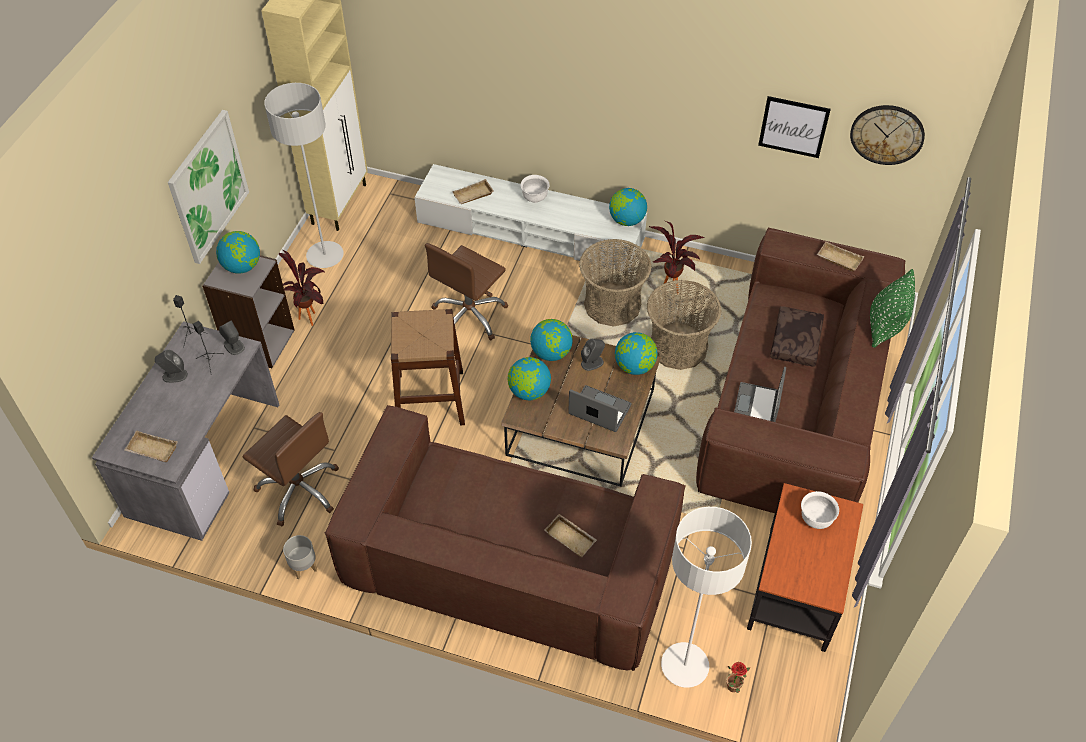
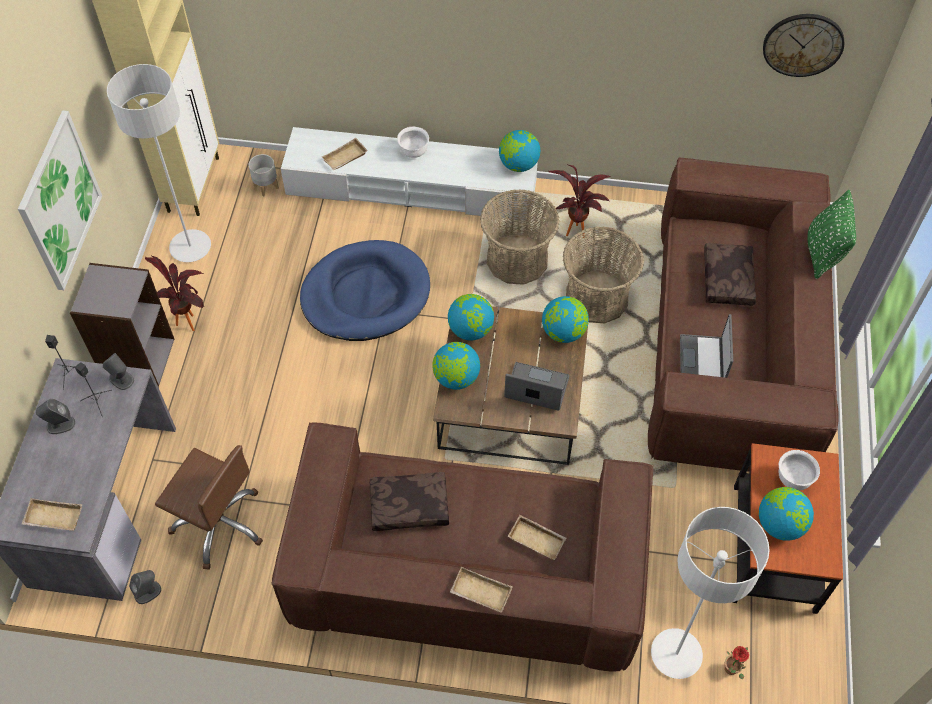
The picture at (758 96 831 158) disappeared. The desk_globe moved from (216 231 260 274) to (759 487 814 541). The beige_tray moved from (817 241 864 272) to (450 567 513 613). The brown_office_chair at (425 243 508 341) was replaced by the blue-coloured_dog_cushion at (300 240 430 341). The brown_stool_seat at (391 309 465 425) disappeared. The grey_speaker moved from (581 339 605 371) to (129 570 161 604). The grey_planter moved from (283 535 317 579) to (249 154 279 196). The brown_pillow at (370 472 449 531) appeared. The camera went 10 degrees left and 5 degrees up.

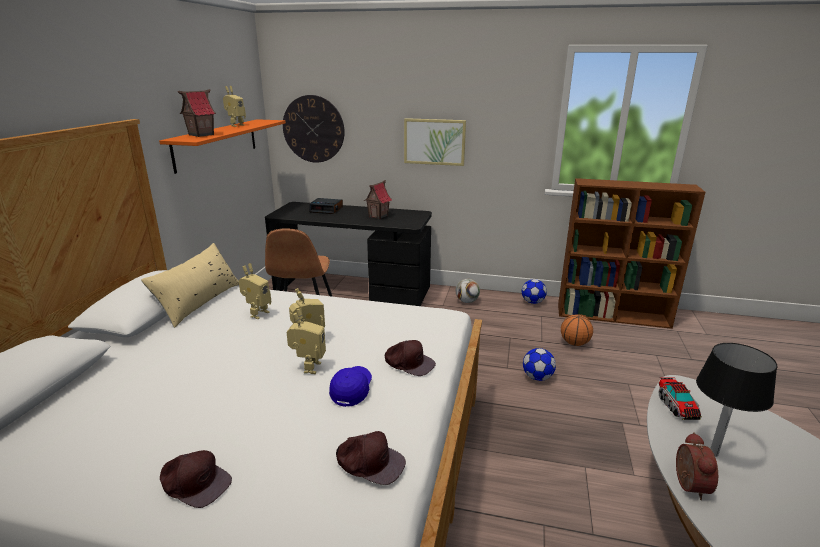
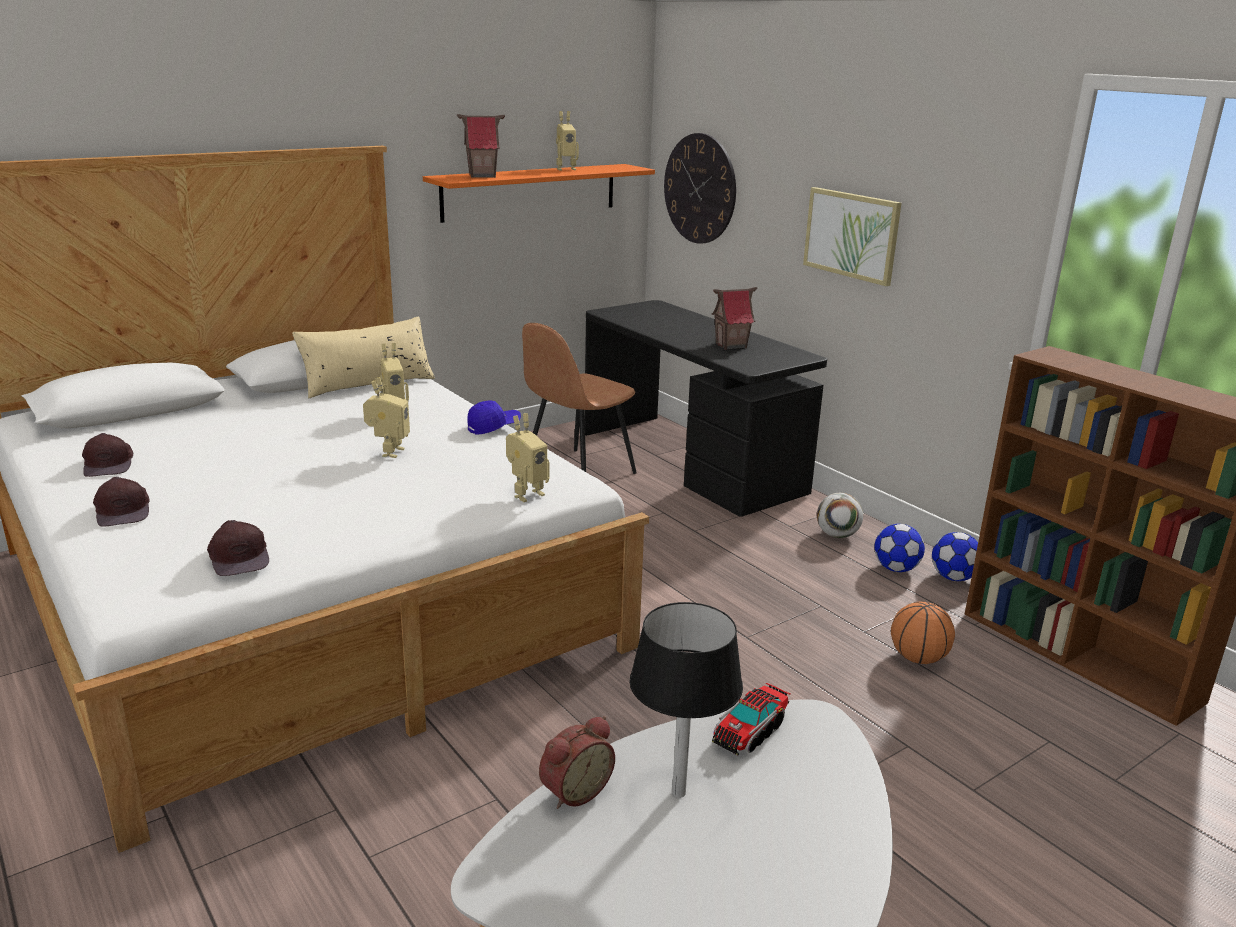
The table_clock at (309 198 343 214) disappeared. The model_robot moved from (286 309 326 374) to (506 413 550 502). The brown_baseball_cap moved from (385 340 436 376) to (82 433 133 477). The ball_for_football moved from (523 348 556 381) to (874 524 925 572). The blue-coloured_baseball_cap moved from (329 366 372 407) to (467 400 521 435). The camera went 40 degrees right and 0 degrees up.

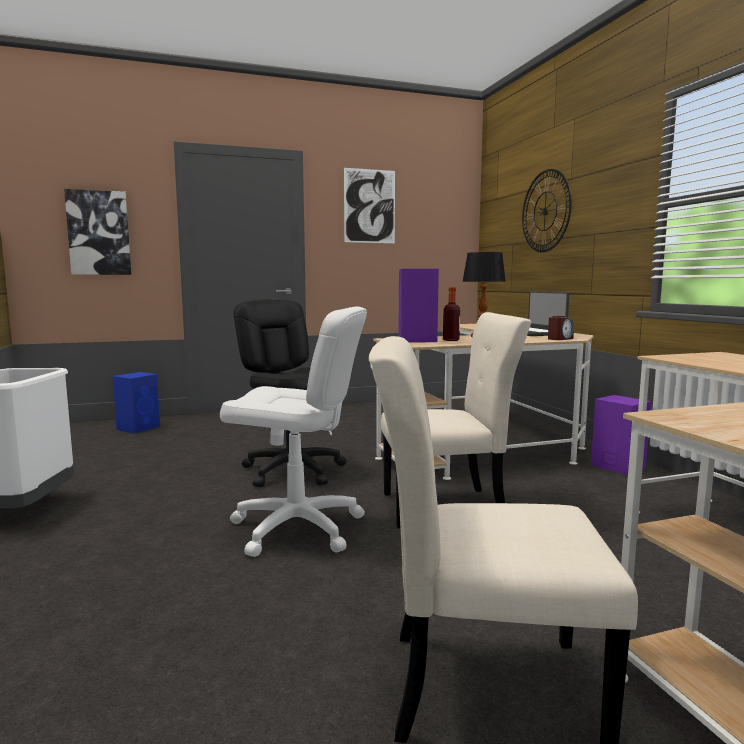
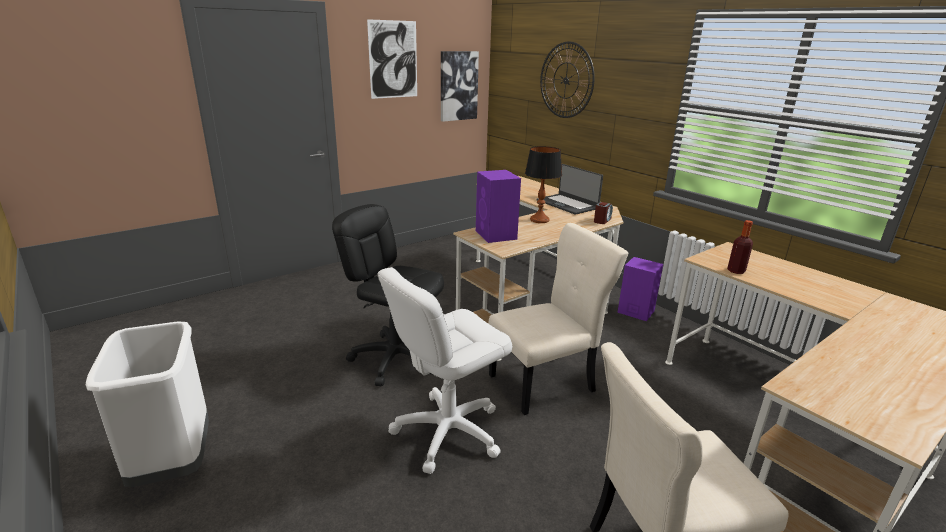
The picture moved from (64 189 131 275) to (441 51 479 122). The drink_bottle moved from (443 287 460 341) to (727 220 753 274). The white-coloured_office_chair at (220 307 367 557) turned 150 degrees clockwise. The blue-coloured_speaker at (113 372 160 434) disappeared. The camera went 20 degrees left and 15 degrees up.

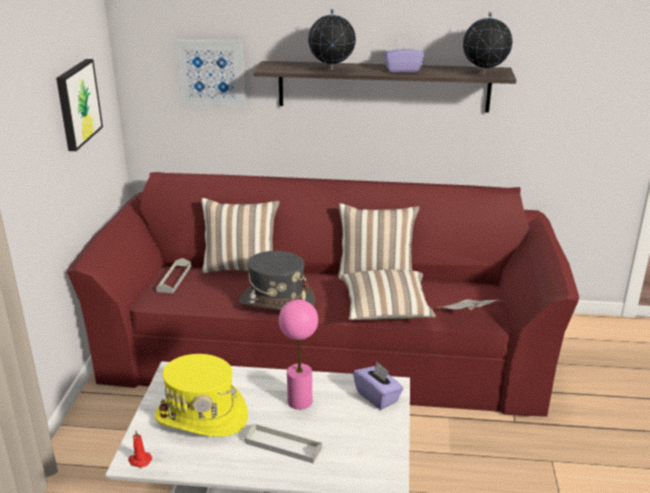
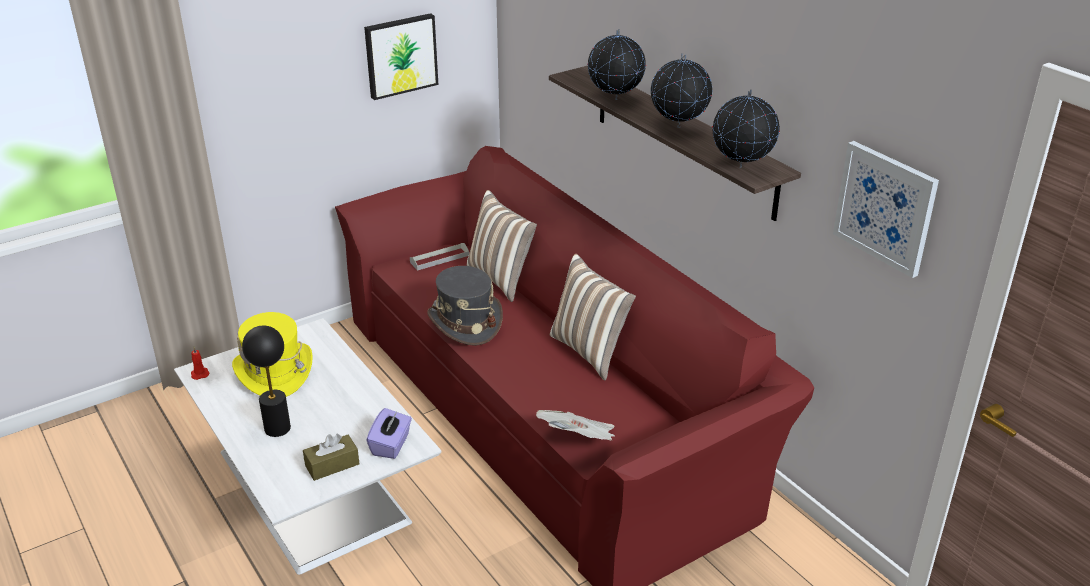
The picture moved from (175 39 246 108) to (833 141 939 278). The purple-coloured_tissue_holder at (383 39 424 72) was replaced by the desk_globe at (651 53 712 128). The pillow at (341 269 436 320) disappeared. The pink-coloured_tabletop_lamp at (279 299 318 410) disappeared. The grey_tray at (245 423 322 463) was replaced by the black-coloured_tabletop_lamp at (242 326 291 437). The brown_tissue_holder at (303 434 360 481) appeared. The camera went 50 degrees right and 5 degrees up.

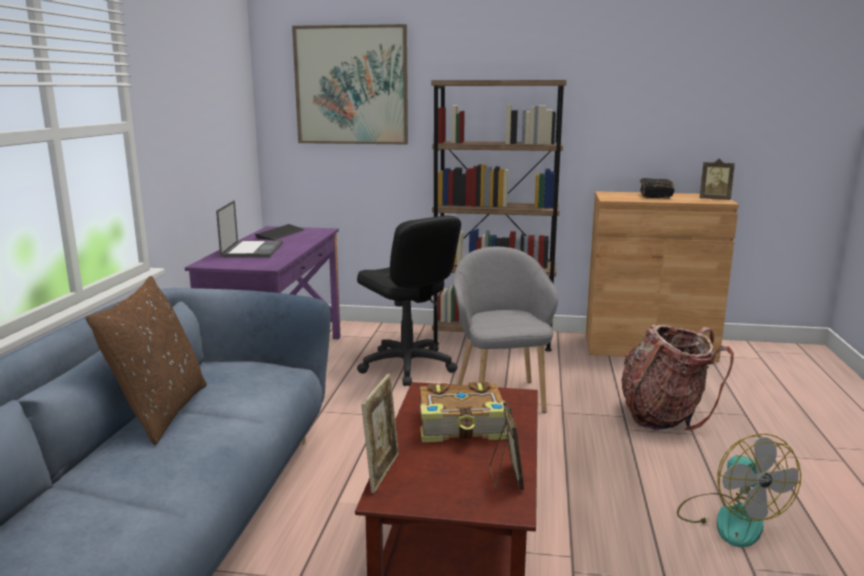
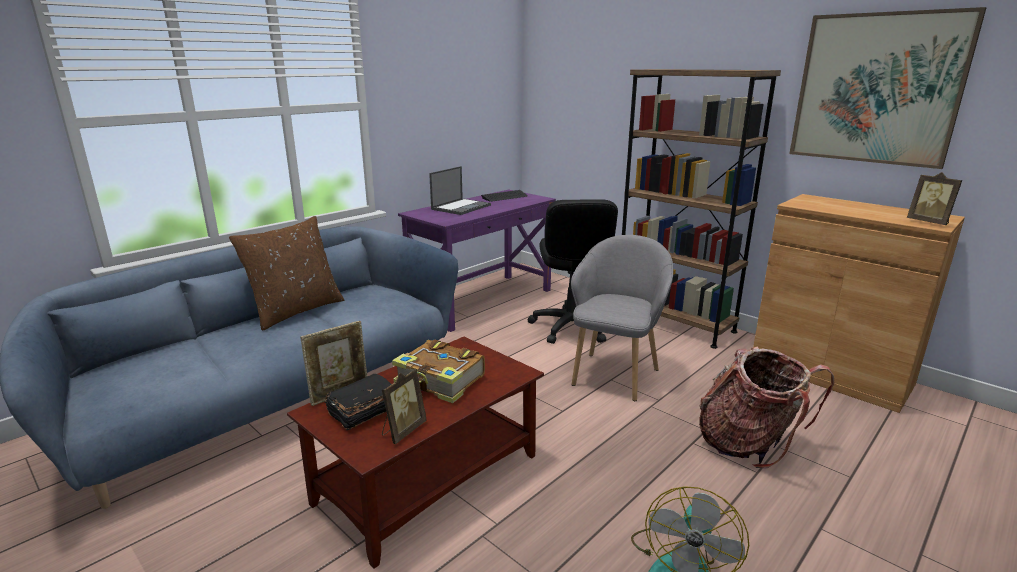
The picture moved from (292 24 408 145) to (789 7 986 169). The black-coloured_bound_book moved from (640 178 675 199) to (325 374 392 430). The camera went 35 degrees right and 5 degrees up.

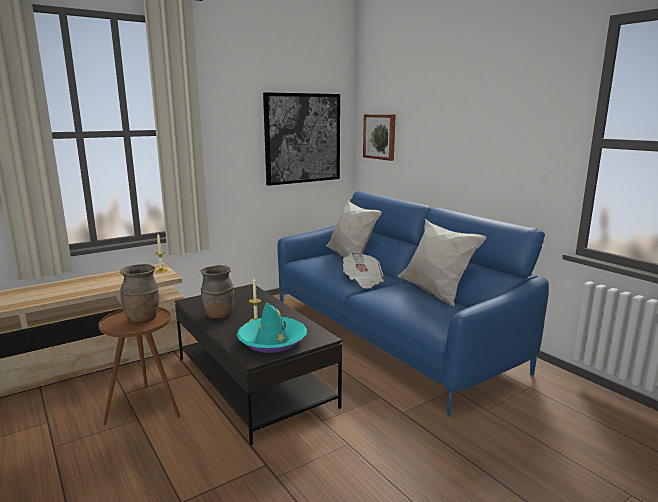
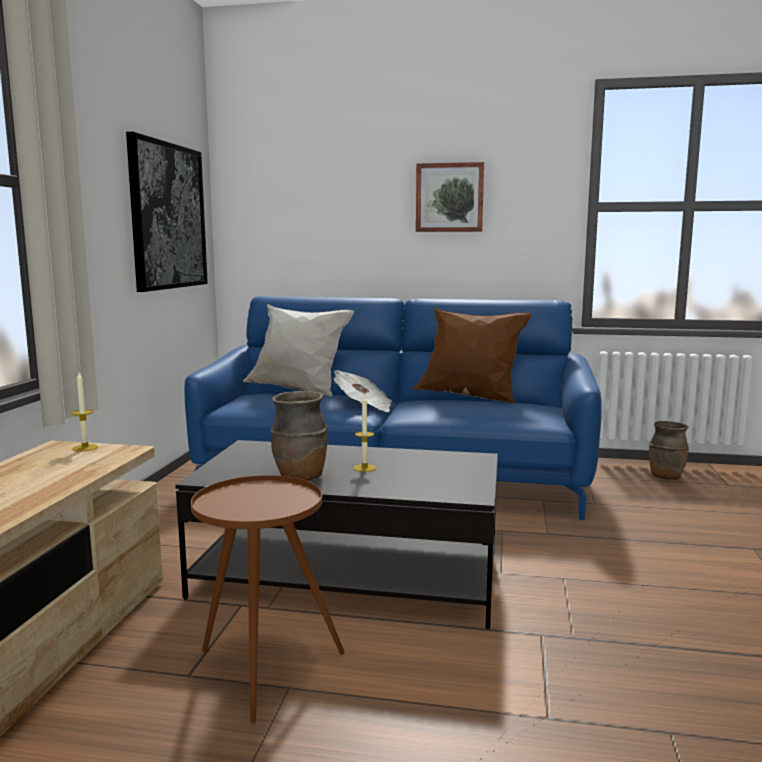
The picture moved from (363 114 396 161) to (416 162 484 232). The white-coloured_pillow at (398 218 487 307) became the brown_pillow at (413 307 532 403). The brown_decorative_vase moved from (120 264 159 323) to (649 421 689 480). The turquoise_clothing_hat at (237 303 307 353) disappeared. The camera went 45 degrees left and 5 degrees down.

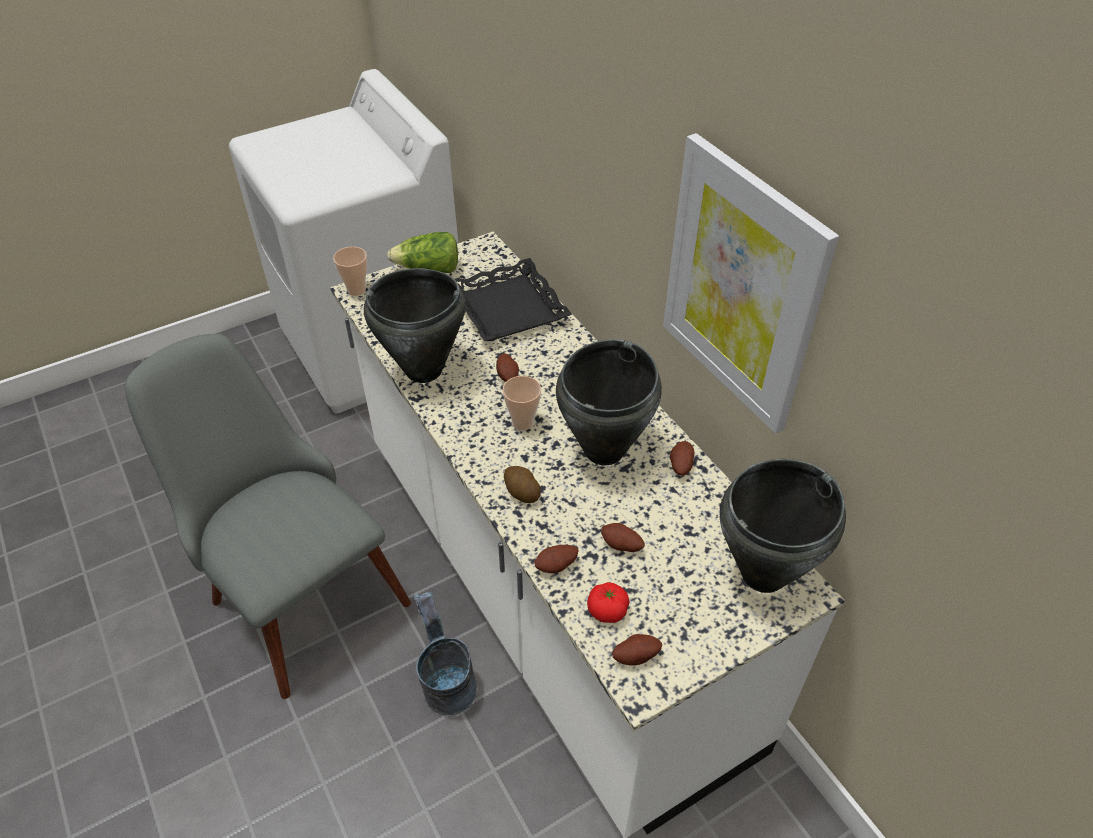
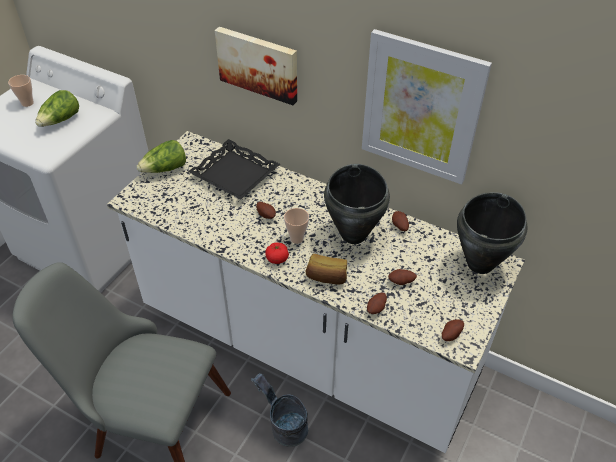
The small_cup moved from (333 247 367 296) to (8 75 34 107). The black-coloured_stockpot at (364 268 466 383) disappeared. The potato at (504 466 541 503) was replaced by the bread at (306 254 347 285). The tomato moved from (587 582 630 623) to (265 243 289 264). The picture at (215 27 297 105) appeared. The lettuce at (35 90 79 127) appeared. The camera went 30 degrees left and 0 degrees up.

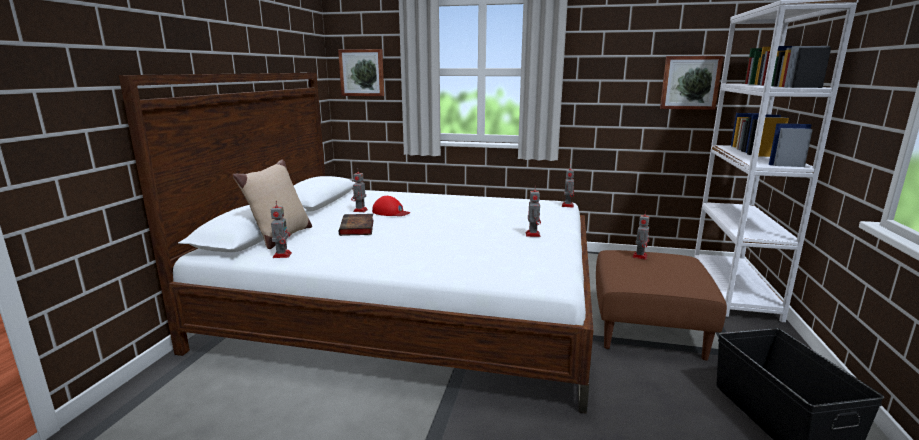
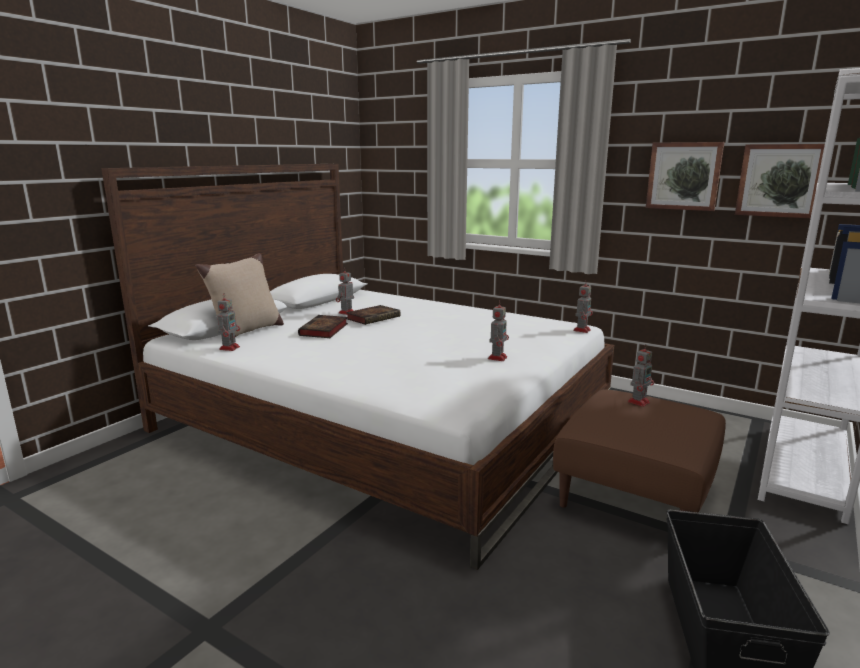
The picture moved from (338 49 384 96) to (646 142 725 211). The reddish_baseball_cap at (372 196 410 216) was replaced by the bound_book at (346 305 400 325). The camera went 20 degrees right and 0 degrees up.

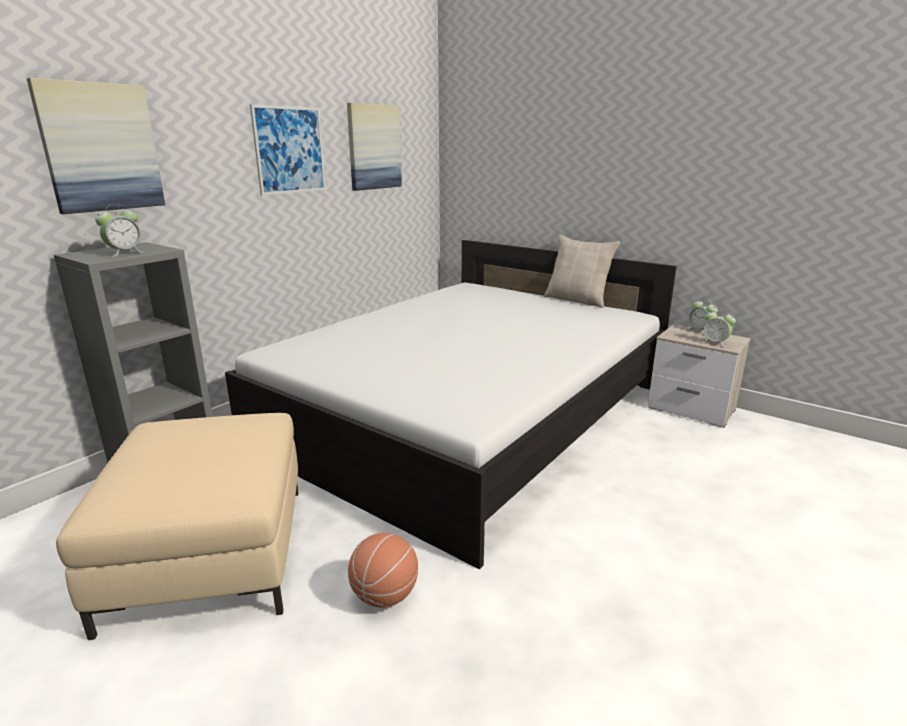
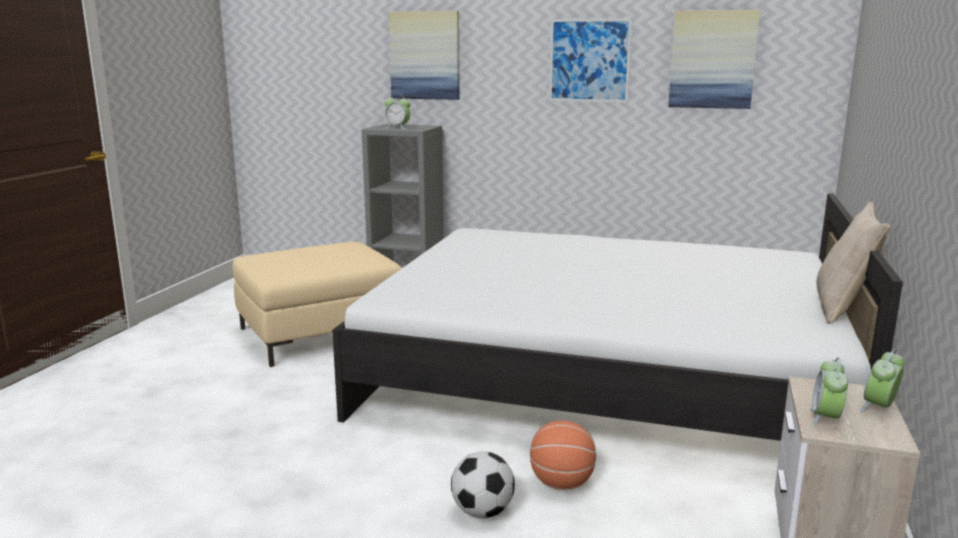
The basketball_ball moved from (348 533 418 608) to (530 420 596 490). The ball_for_football at (451 452 515 518) appeared. The camera went 70 degrees right and 5 degrees down.

